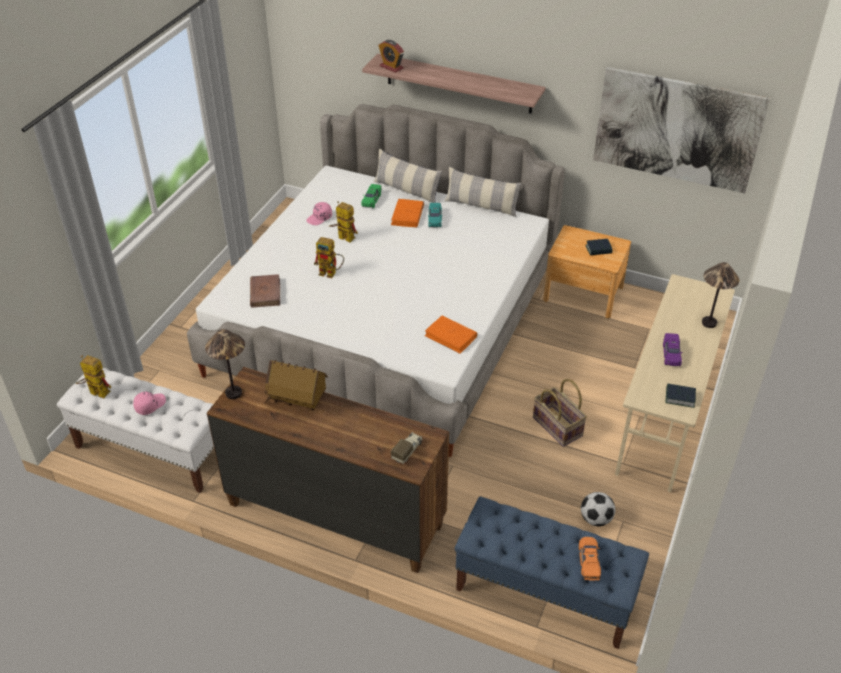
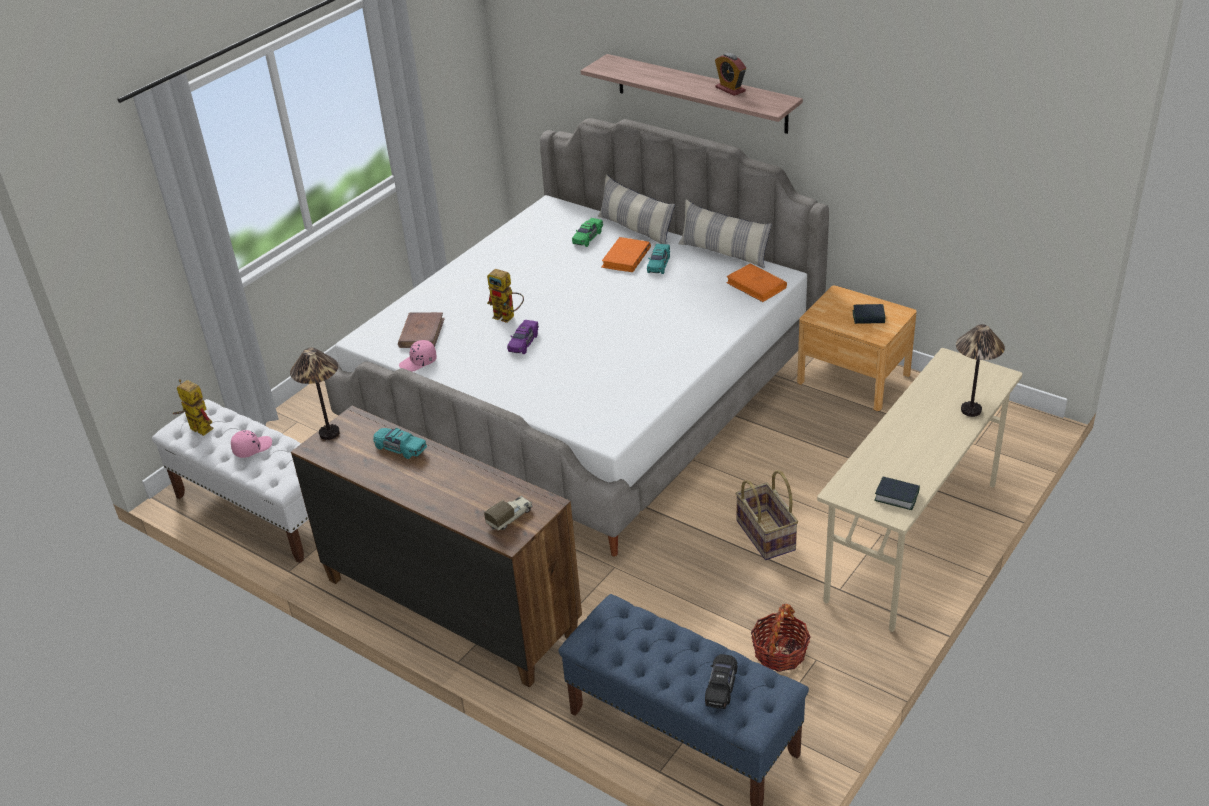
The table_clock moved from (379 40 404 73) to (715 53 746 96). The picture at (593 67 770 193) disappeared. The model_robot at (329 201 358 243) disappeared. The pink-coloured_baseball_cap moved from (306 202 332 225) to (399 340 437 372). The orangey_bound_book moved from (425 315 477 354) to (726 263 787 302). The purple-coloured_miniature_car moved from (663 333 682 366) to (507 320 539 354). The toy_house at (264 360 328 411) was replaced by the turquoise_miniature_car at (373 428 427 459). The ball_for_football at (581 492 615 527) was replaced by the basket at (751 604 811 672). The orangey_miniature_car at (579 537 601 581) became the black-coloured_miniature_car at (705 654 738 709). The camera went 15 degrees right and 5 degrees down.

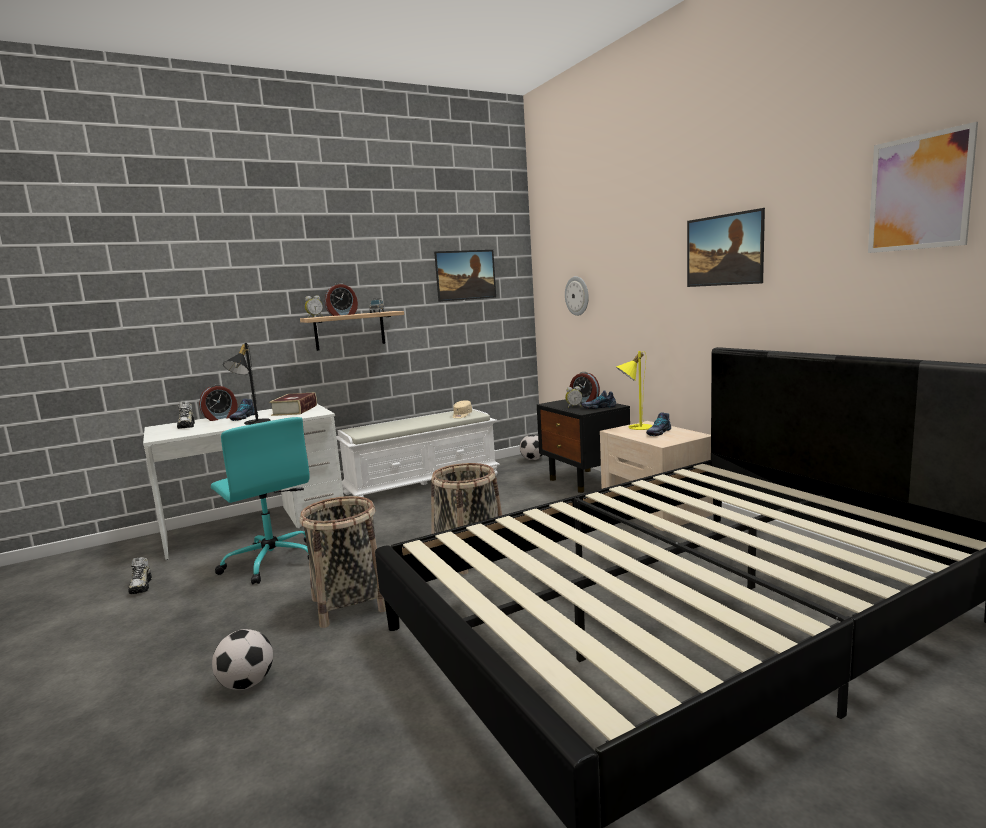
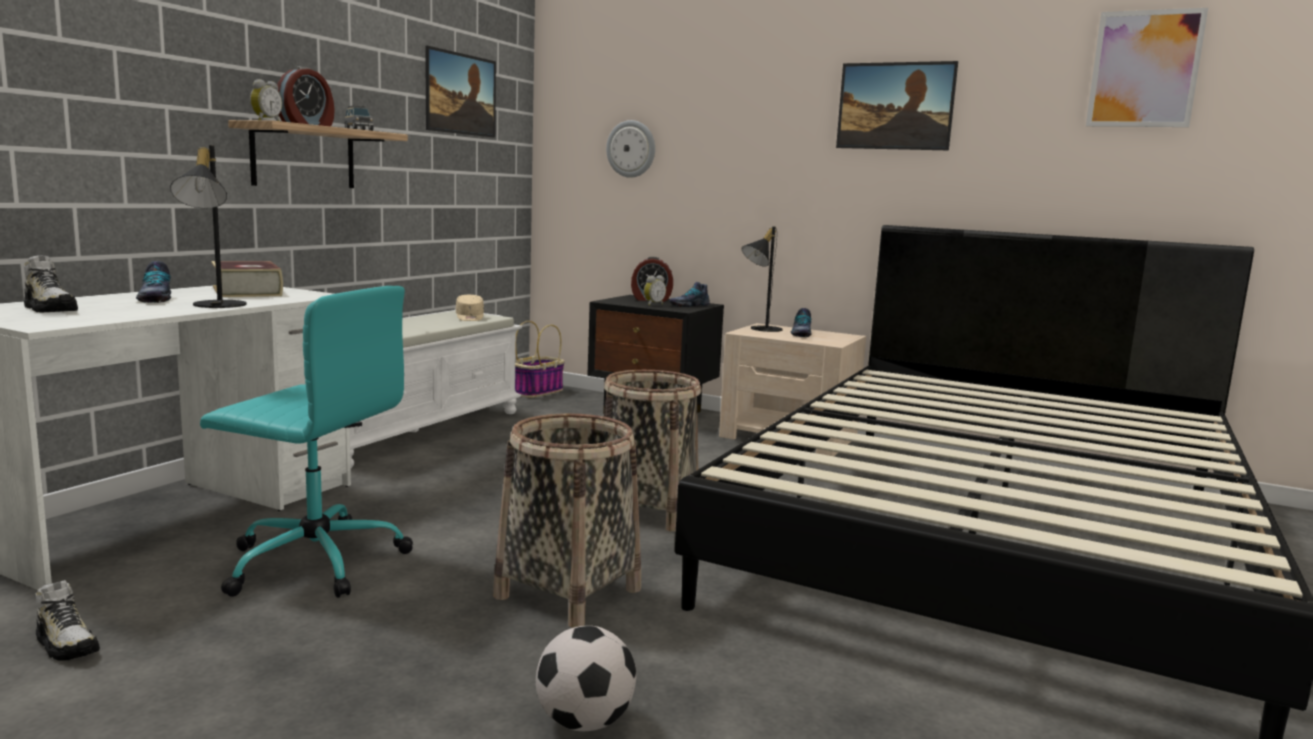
The yellow_tabletop_lamp at (616 351 653 430) became the black-coloured_tabletop_lamp at (741 226 783 332). The table_clock at (199 384 238 421) disappeared. The ball_for_football at (520 435 543 460) was replaced by the basket at (515 321 565 398). The camera went 35 degrees left and 0 degrees up.

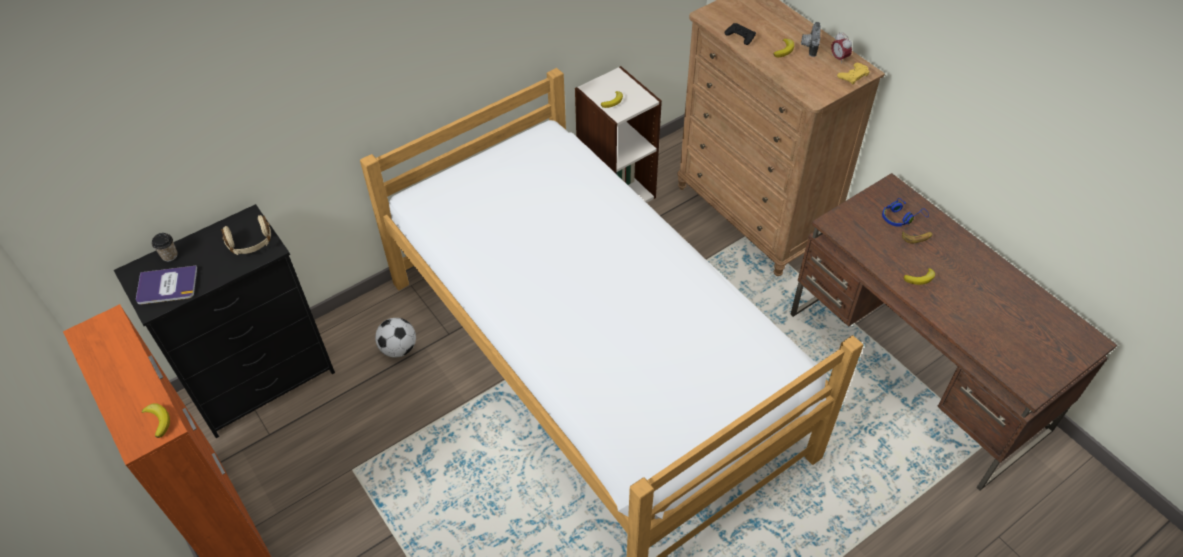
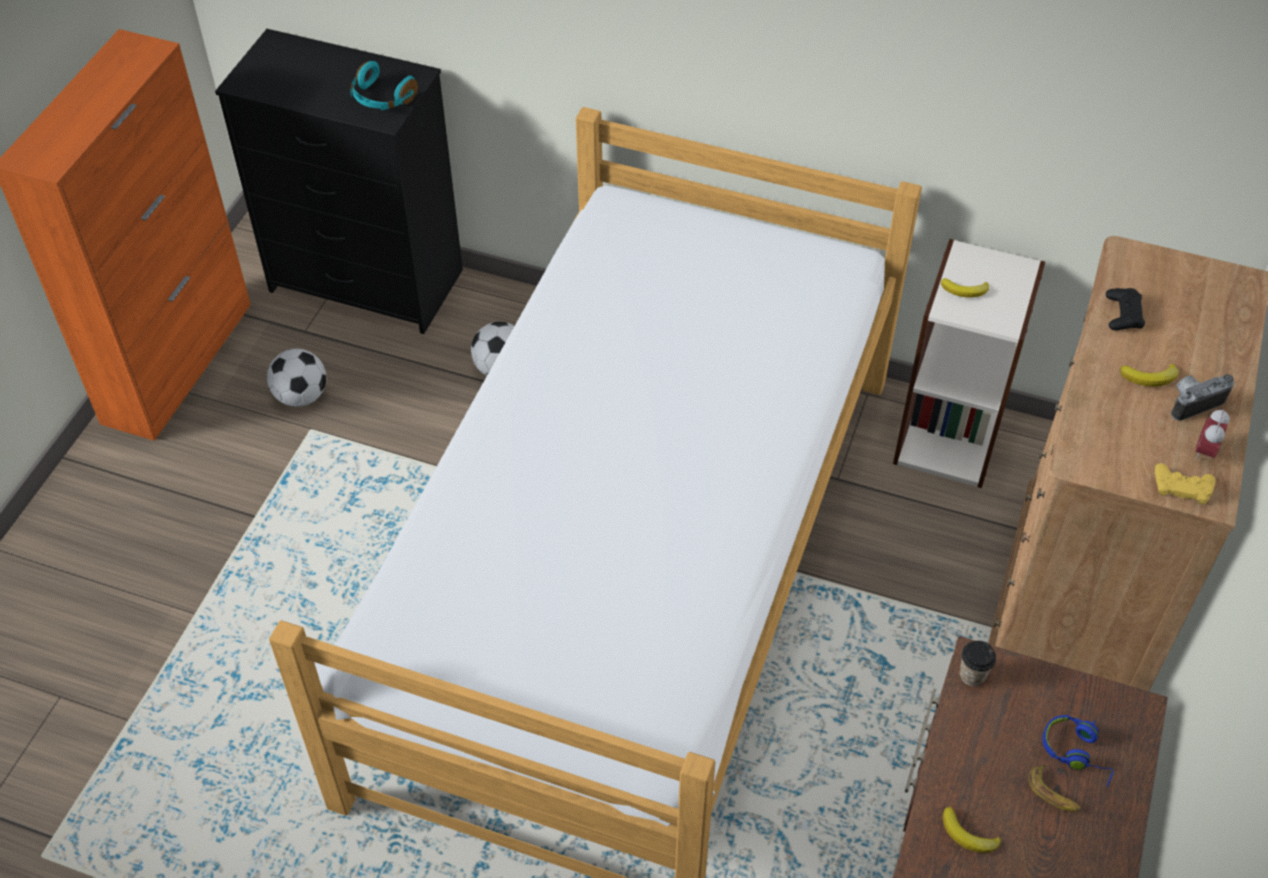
The beige_headphones at (221 215 271 255) became the turquoise_headphones at (350 61 418 110). The small_cup moved from (152 233 178 262) to (960 641 996 686). The bound_book at (136 266 197 304) disappeared. The whole_banana at (142 403 170 438) disappeared. The ball_for_football at (267 349 326 407) appeared. The camera went 55 degrees right and 0 degrees up.

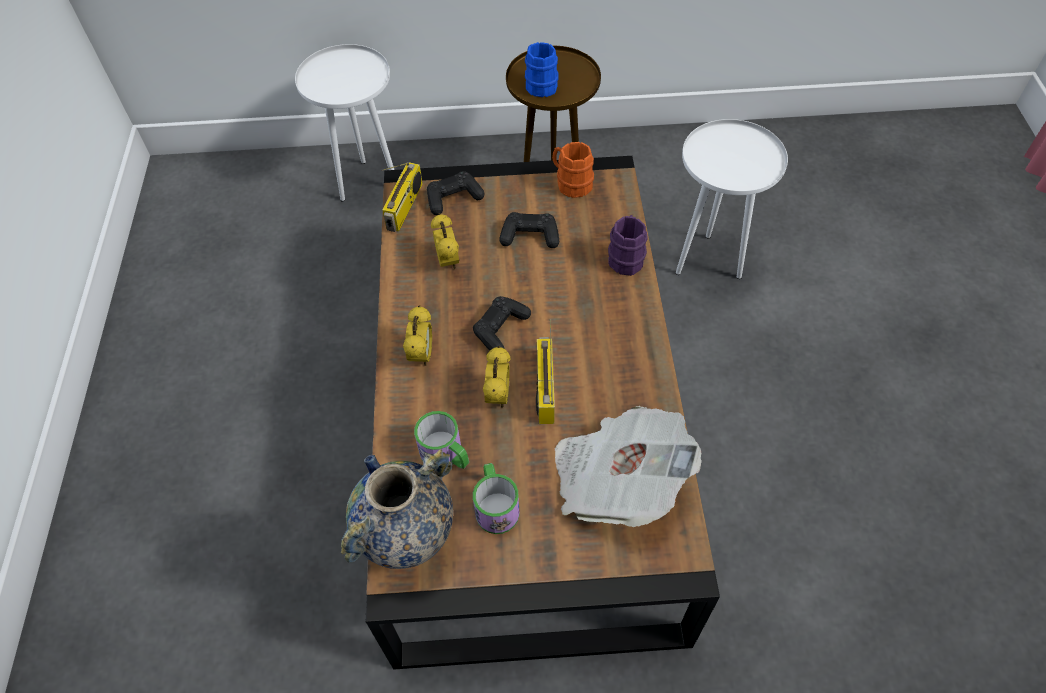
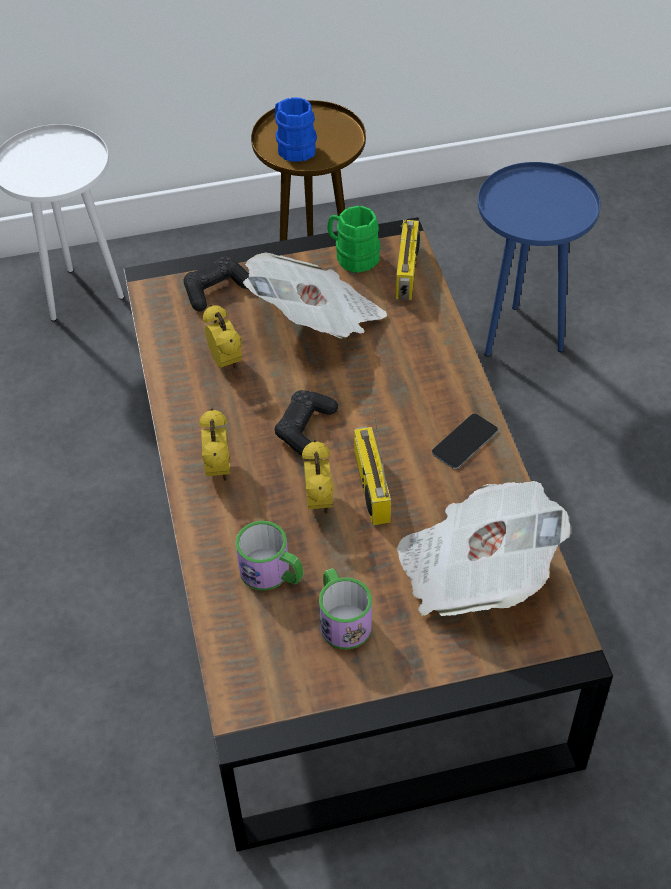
The white-coloured_end_table at (675 119 788 279) became the blue-coloured_end_table at (478 162 600 357). The orangey_coffee_mug at (552 142 594 198) became the green_coffee_mug at (327 206 381 273). The radio_set moved from (381 162 423 232) to (396 219 420 300). The black-coloured_game_controller at (499 212 559 248) was replaced by the daily_paper at (243 252 387 339). The purple-coloured_coffee_mug at (608 215 648 276) disappeared. The decorative_vase at (341 449 453 569) disappeared. The telephone at (432 414 498 469) appeared. The camera went 10 degrees left and 5 degrees down.

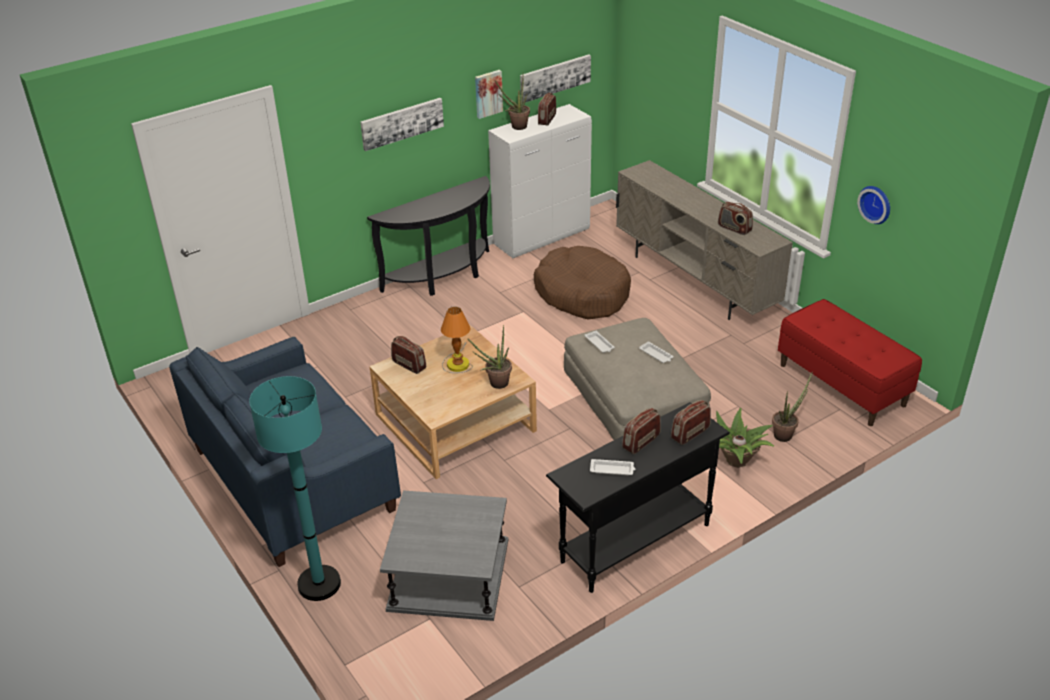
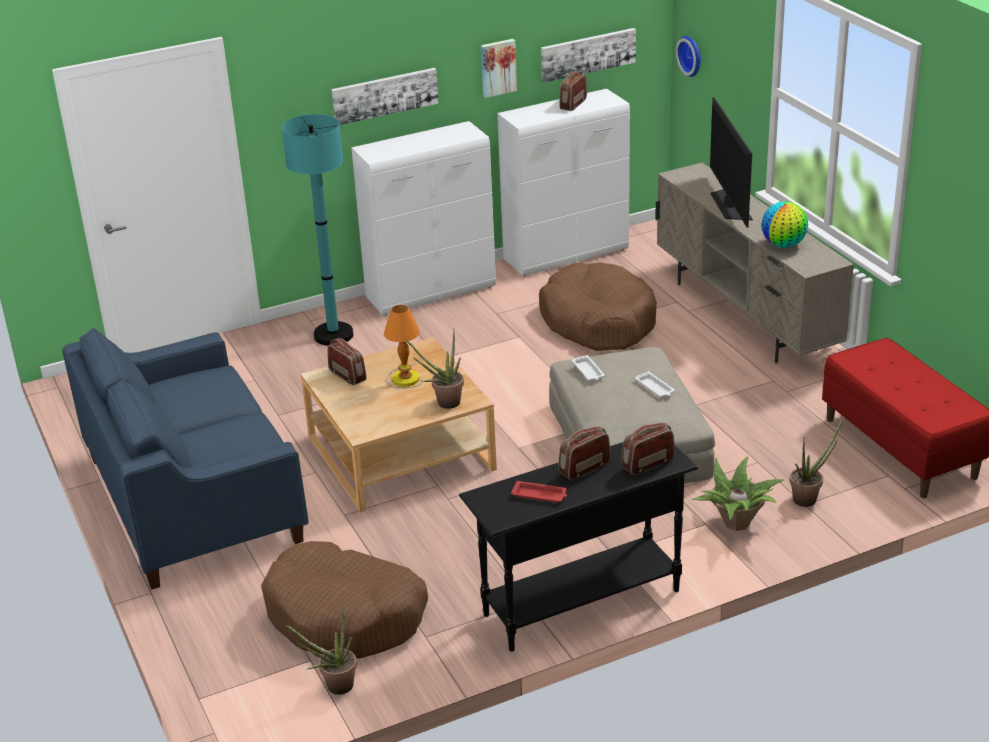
The houseplant moved from (495 77 530 130) to (285 606 357 695). The black-coloured_console_table at (367 176 490 296) was replaced by the white-coloured_cabinet at (351 121 496 316). The hanging_clock moved from (857 186 890 224) to (676 36 701 77). The radio_set at (718 202 753 235) was replaced by the desk_globe at (761 201 808 248). The turquoise_floor_lamp moved from (249 376 341 601) to (282 114 354 346). The white-coloured_tray at (590 459 636 475) became the reddish_tray at (511 480 567 503). The grey_end_table at (380 490 508 621) was replaced by the brown_dog_cushion at (261 541 428 659). The television at (710 97 753 228) appeared. The camera went 10 degrees right and 5 degrees down.

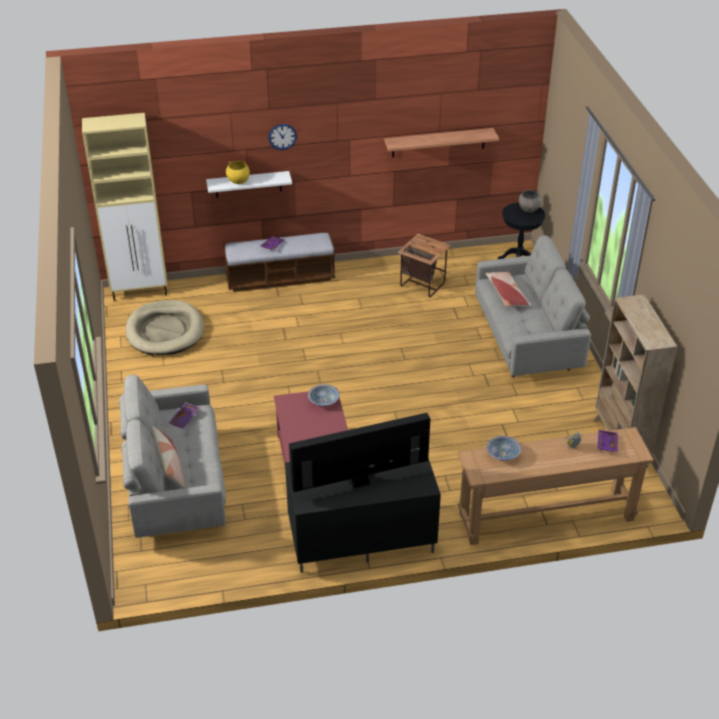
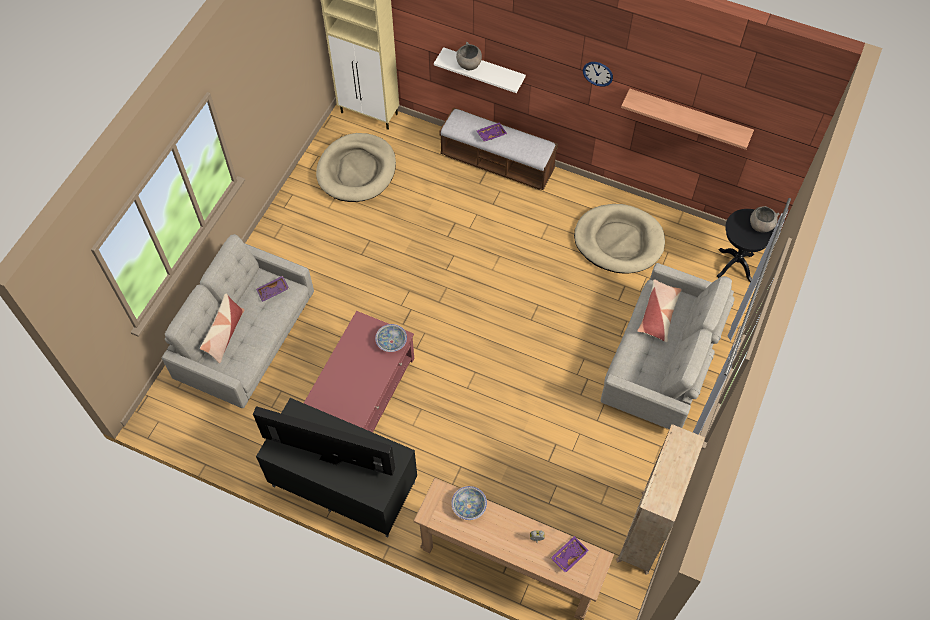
The hanging_clock moved from (268 124 297 150) to (583 62 613 87). The yellow_serving_bowl at (226 161 250 184) became the grey_serving_bowl at (456 42 482 70). The end_table at (398 234 451 297) was replaced by the beige_dog_cushion at (574 204 665 274). The camera went 35 degrees right and 20 degrees up.

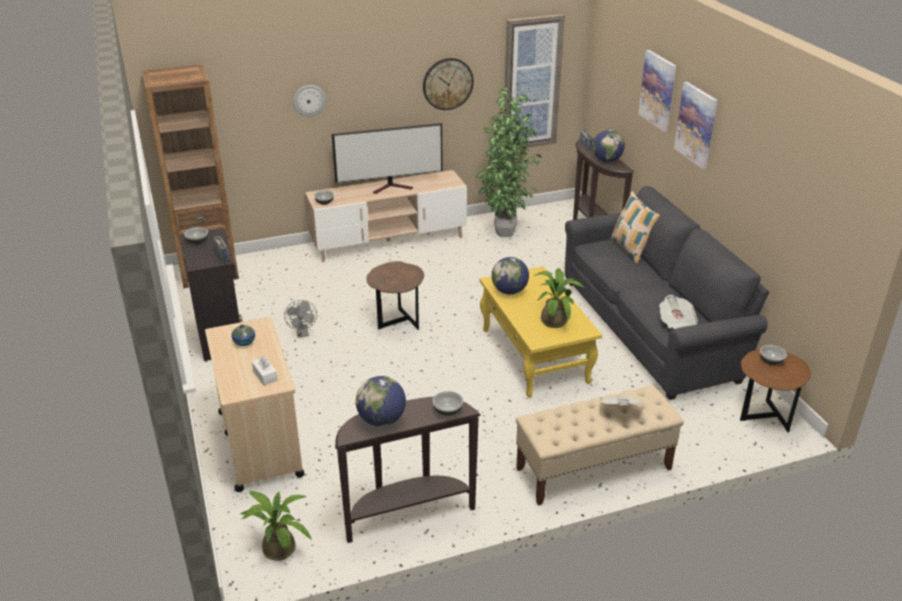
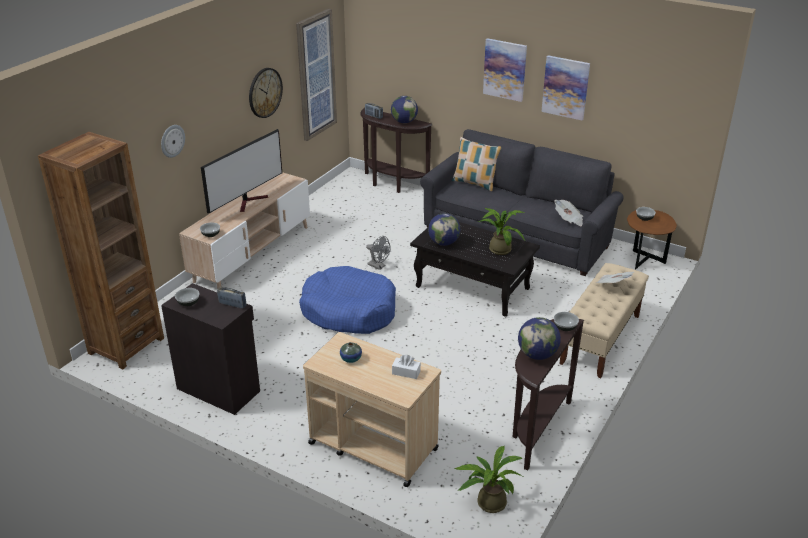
The picture moved from (638 50 676 132) to (541 55 590 120). The houseplant at (475 88 541 237) disappeared. The brown_end_table at (366 261 424 330) was replaced by the blue-coloured_dog_cushion at (299 266 396 334). The yellow_coffee_table at (479 266 602 398) became the black-coloured_coffee_table at (410 222 540 317). The grey_electric_fan moved from (284 300 317 338) to (366 236 391 270). The camera went 40 degrees left and 0 degrees up.

